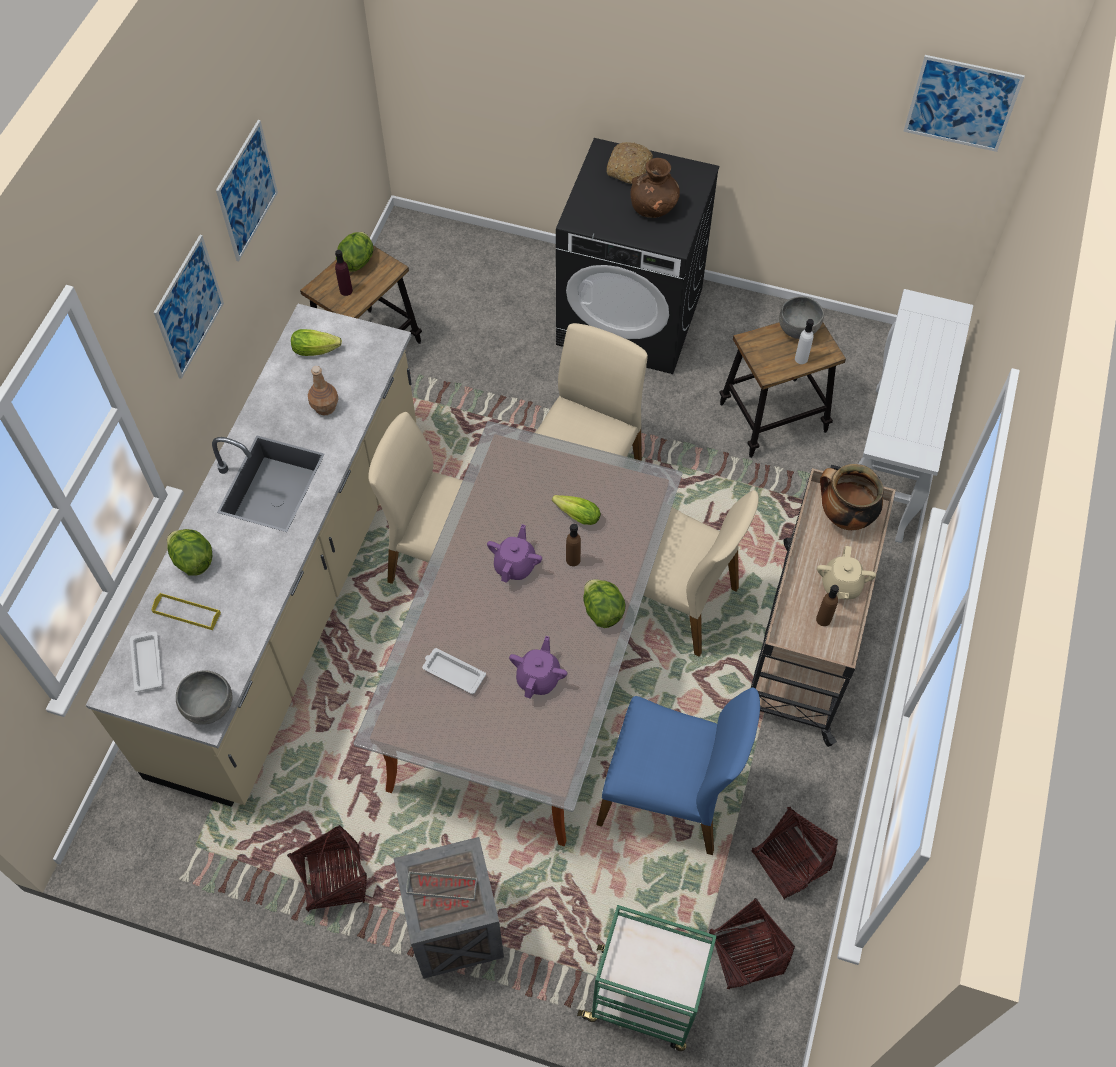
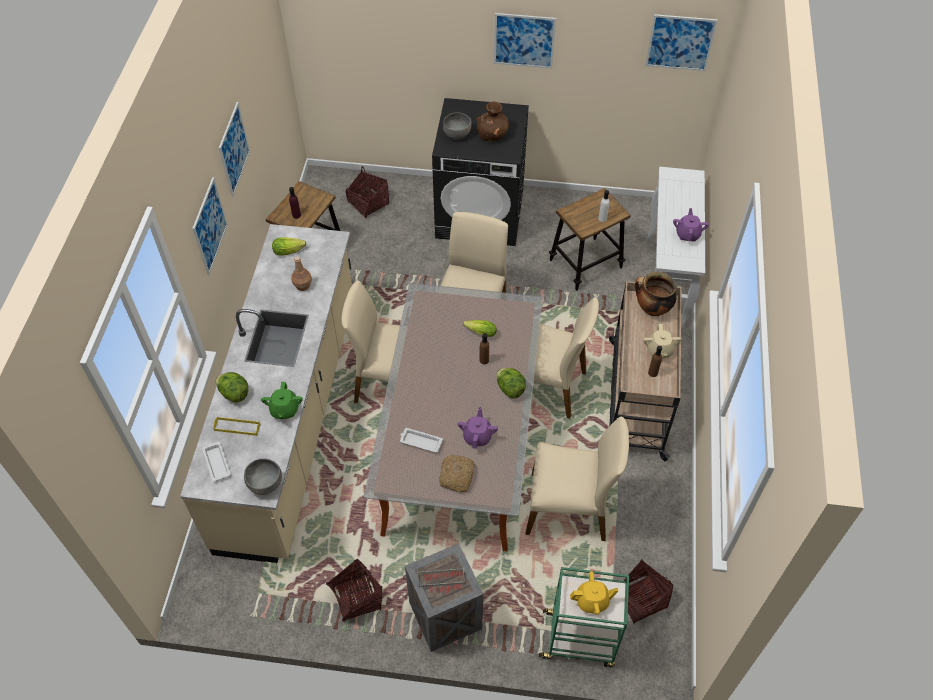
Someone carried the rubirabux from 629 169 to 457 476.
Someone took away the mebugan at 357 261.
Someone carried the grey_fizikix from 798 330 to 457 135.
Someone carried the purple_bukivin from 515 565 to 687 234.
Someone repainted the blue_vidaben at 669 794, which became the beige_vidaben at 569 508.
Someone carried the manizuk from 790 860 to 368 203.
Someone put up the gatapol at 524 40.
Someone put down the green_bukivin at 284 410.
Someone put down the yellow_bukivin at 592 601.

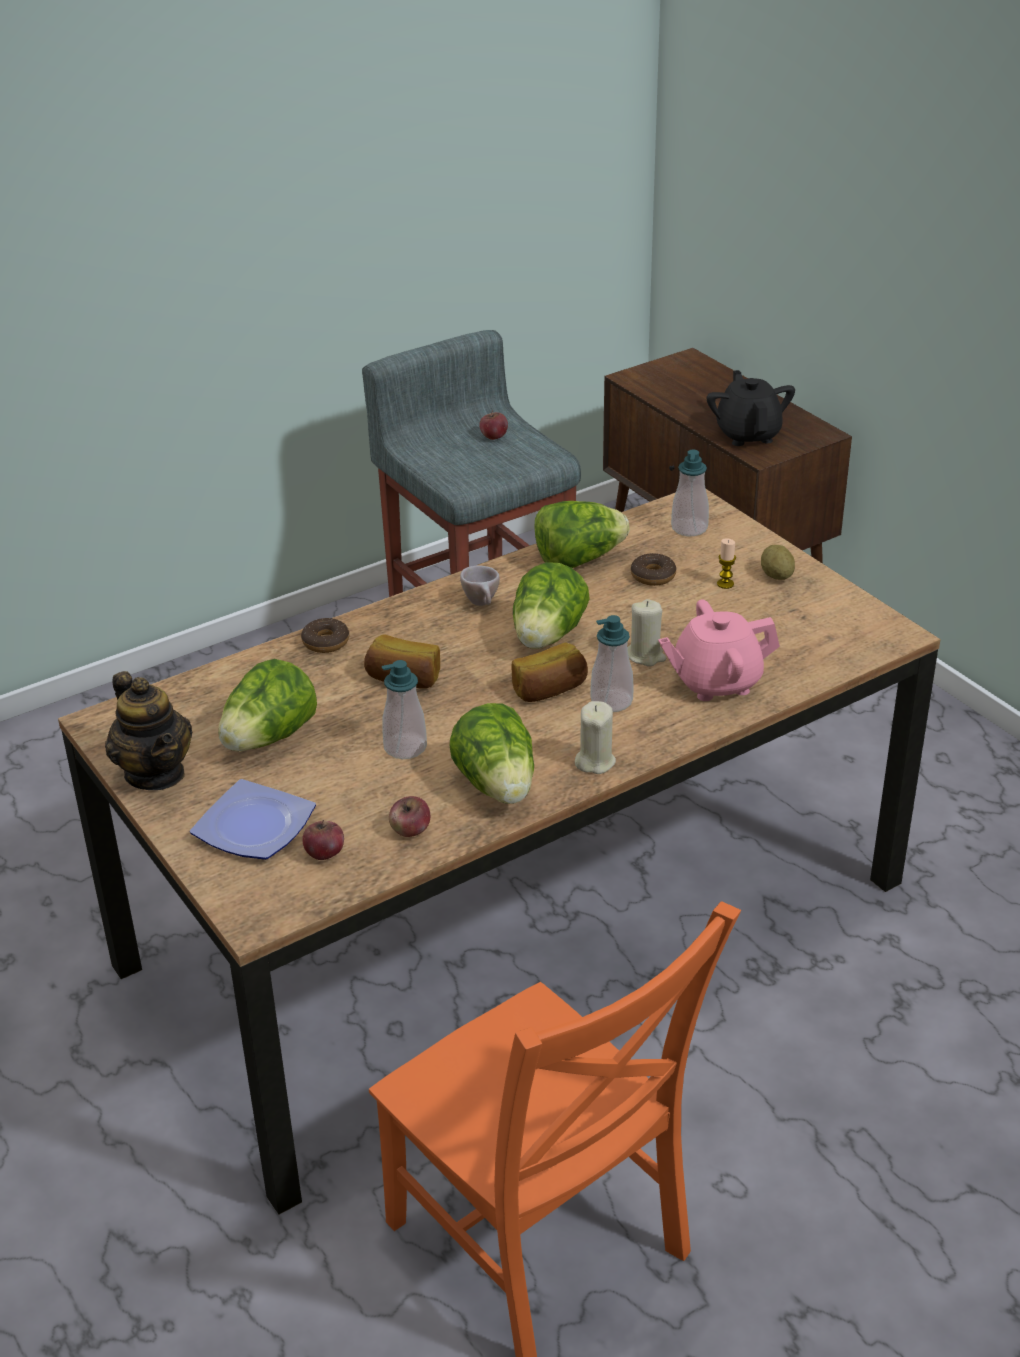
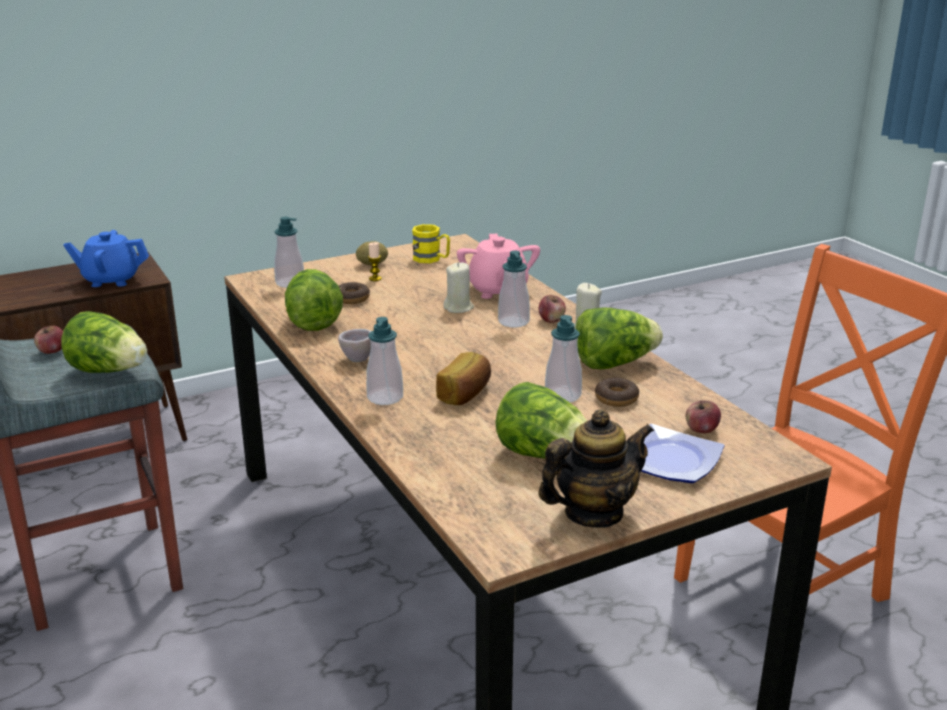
Someone repainted the black_bukivin at 748 434, which became the blue_bukivin at 111 280.
Someone carried the mebugan from 547 637 to 109 371.
Someone carried the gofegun from 326 642 to 616 398.
Someone took away the rubirabux at 550 690.
Someone carried the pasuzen from 410 831 to 551 320.
Someone put down the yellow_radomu at 432 259.
Someone put down the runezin at 385 397.

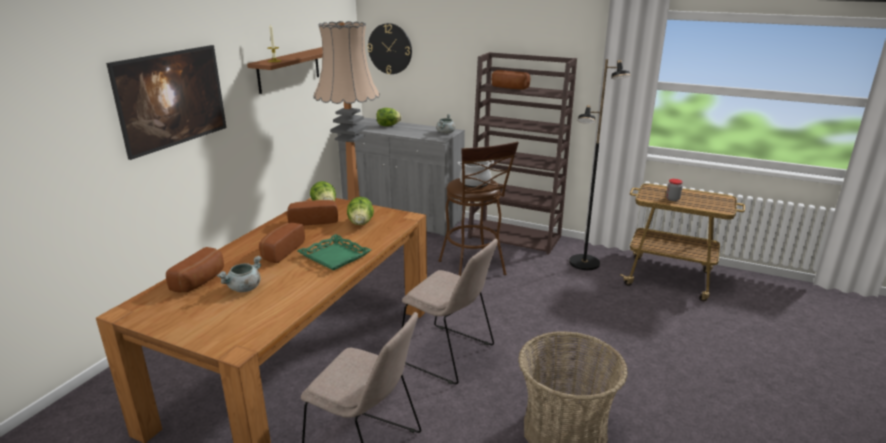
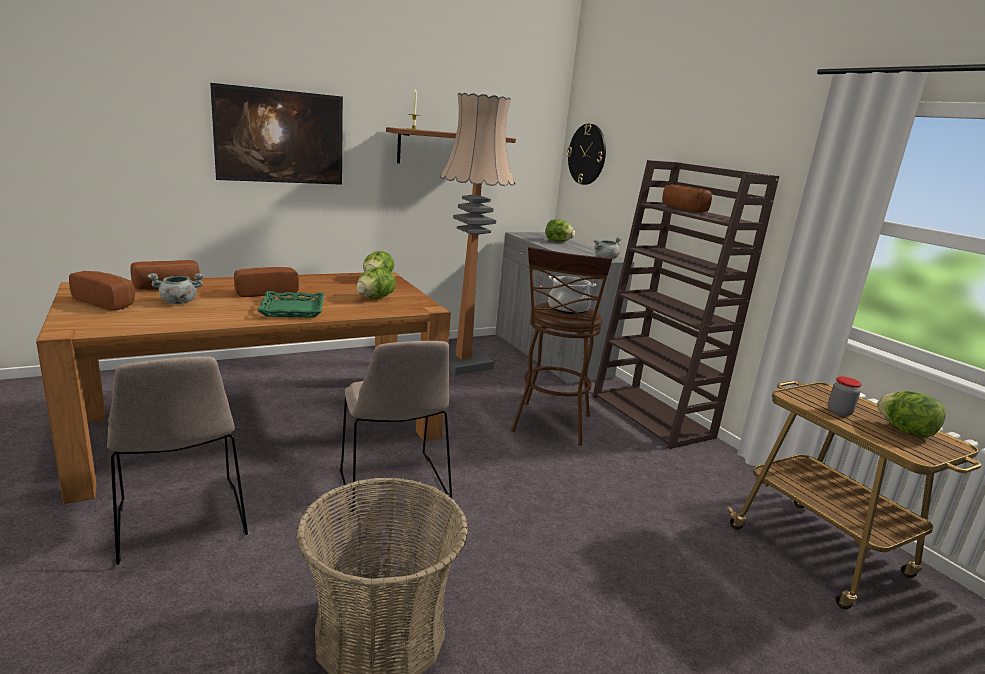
Someone took away the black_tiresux at 584 263.
Someone carried the rubirabux from 313 220 to 108 302.
Someone put down the mebugan at 905 431.

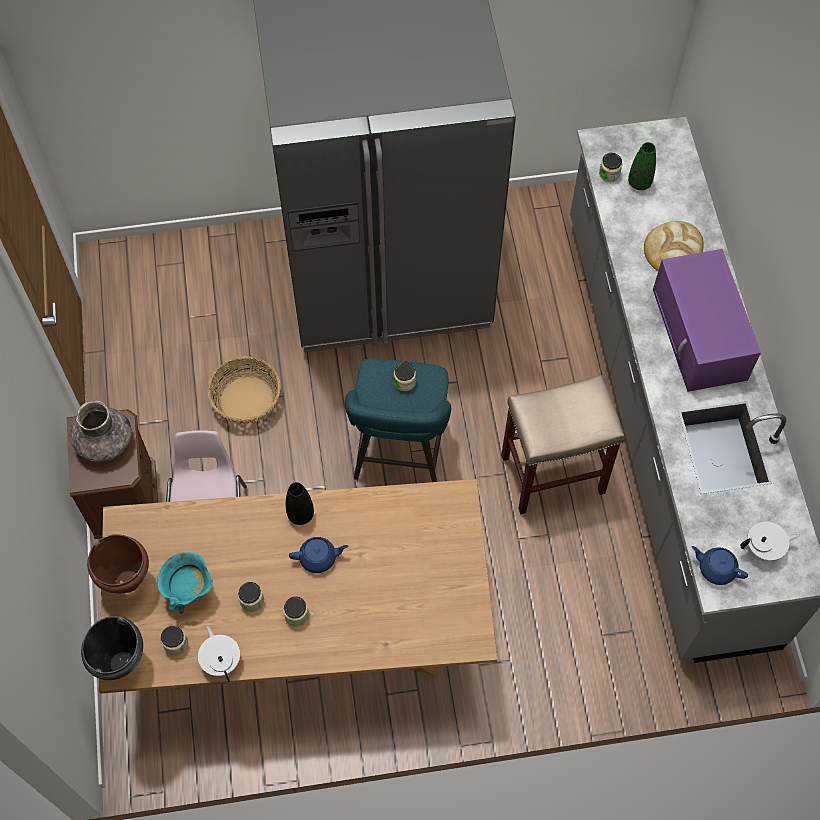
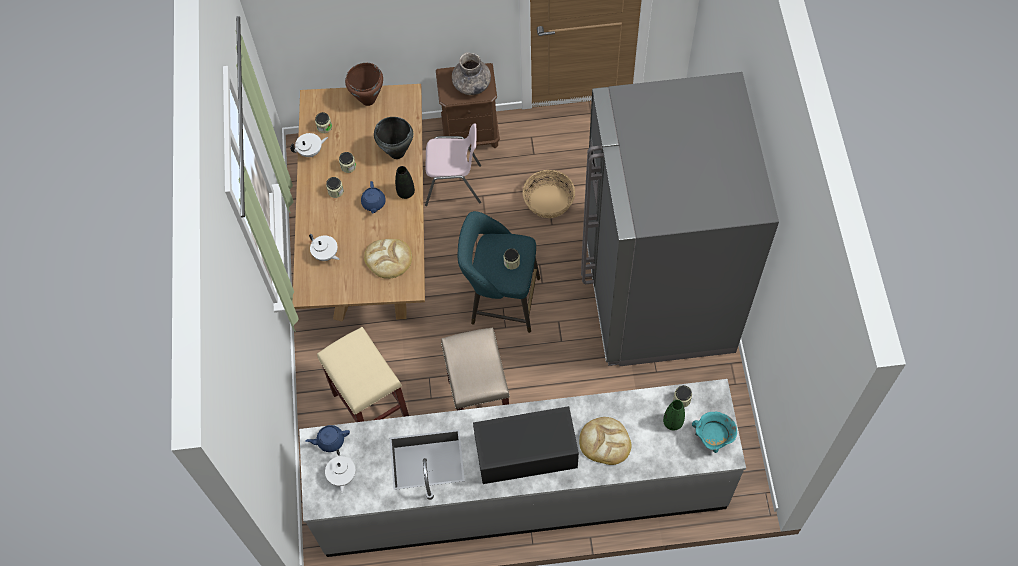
Someone repainted the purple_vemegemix at 700 335, which became the black_vemegemix at 524 453.
Someone rotated the blue_bukivin at 716 568 by 135 degrees counterclockwise.
Someone carried the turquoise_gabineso from 189 591 to 712 439.
Someone carried the black_gabineso from 123 663 to 397 153.
Someone put down the white_bukivin at 326 254.
Someone put down the rubirabux at 388 259.
Someone put down the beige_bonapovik at 370 406.

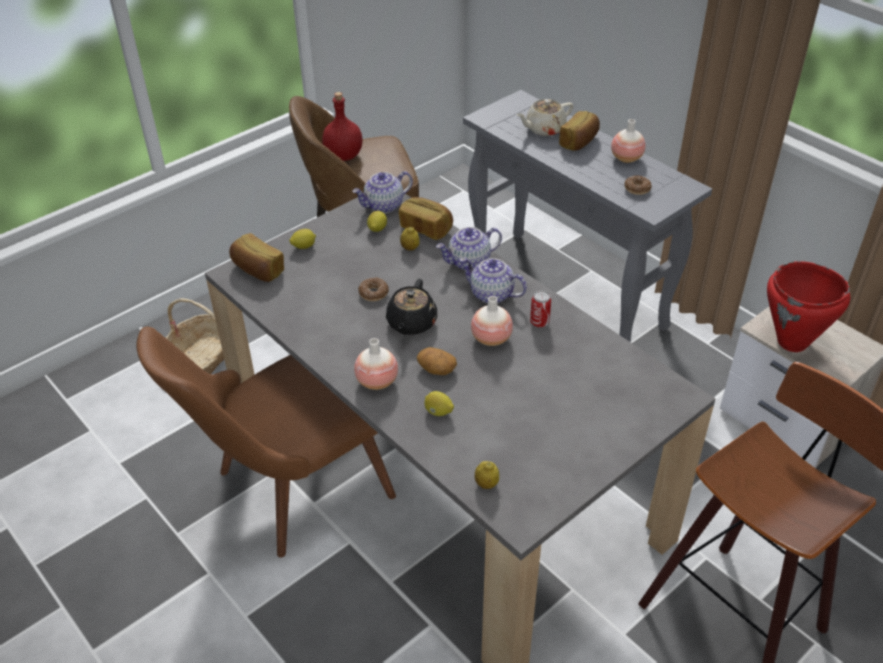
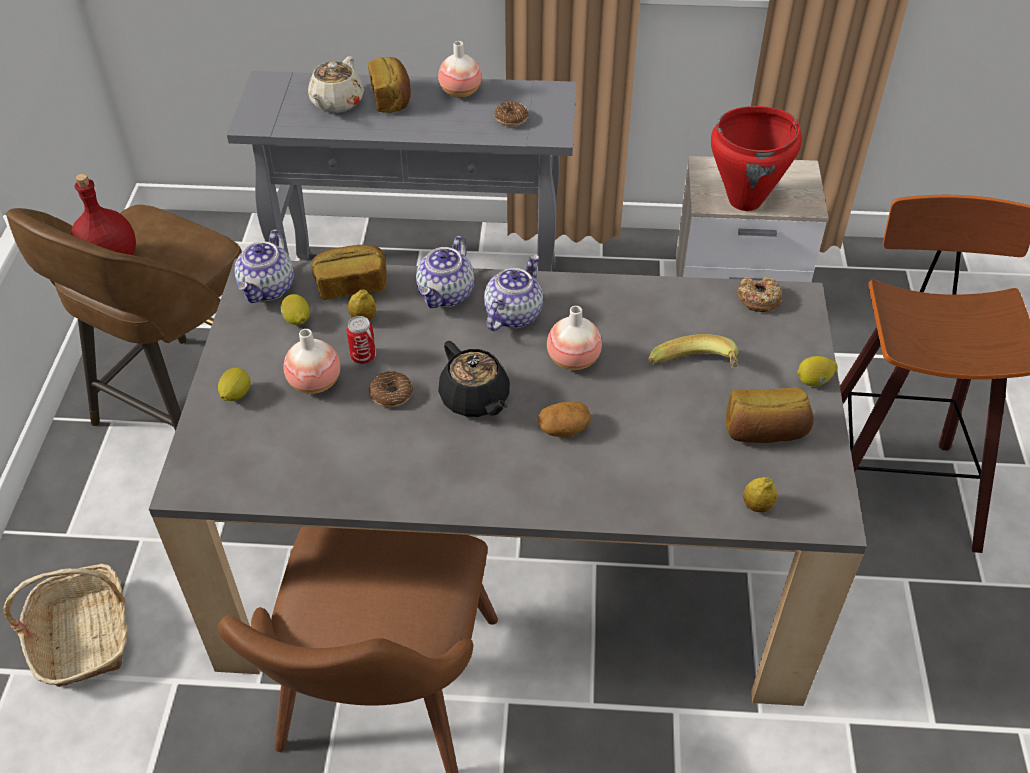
Someone carried the rubirabux from 257 270 to 765 431.
Someone rotated the bukivin at 491 294 by 135 degrees clockwise.
Someone carried the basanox from 539 322 to 363 357.
Someone carried the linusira from 377 381 to 315 383.
Someone carried the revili from 438 412 to 813 381.
Someone put down the gofegun at 758 299.
Someone put down the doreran at 695 373.

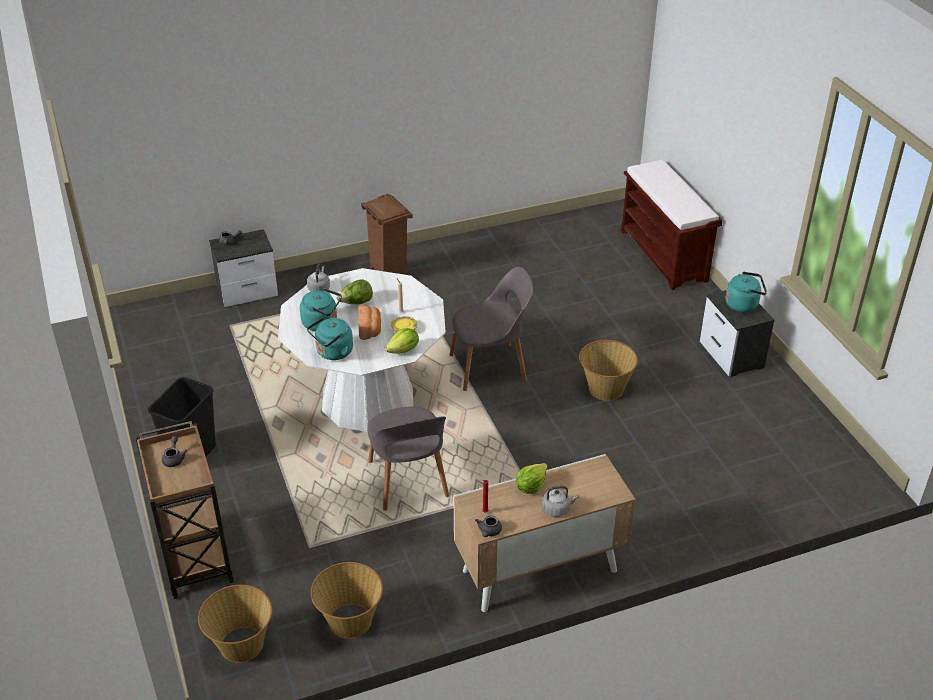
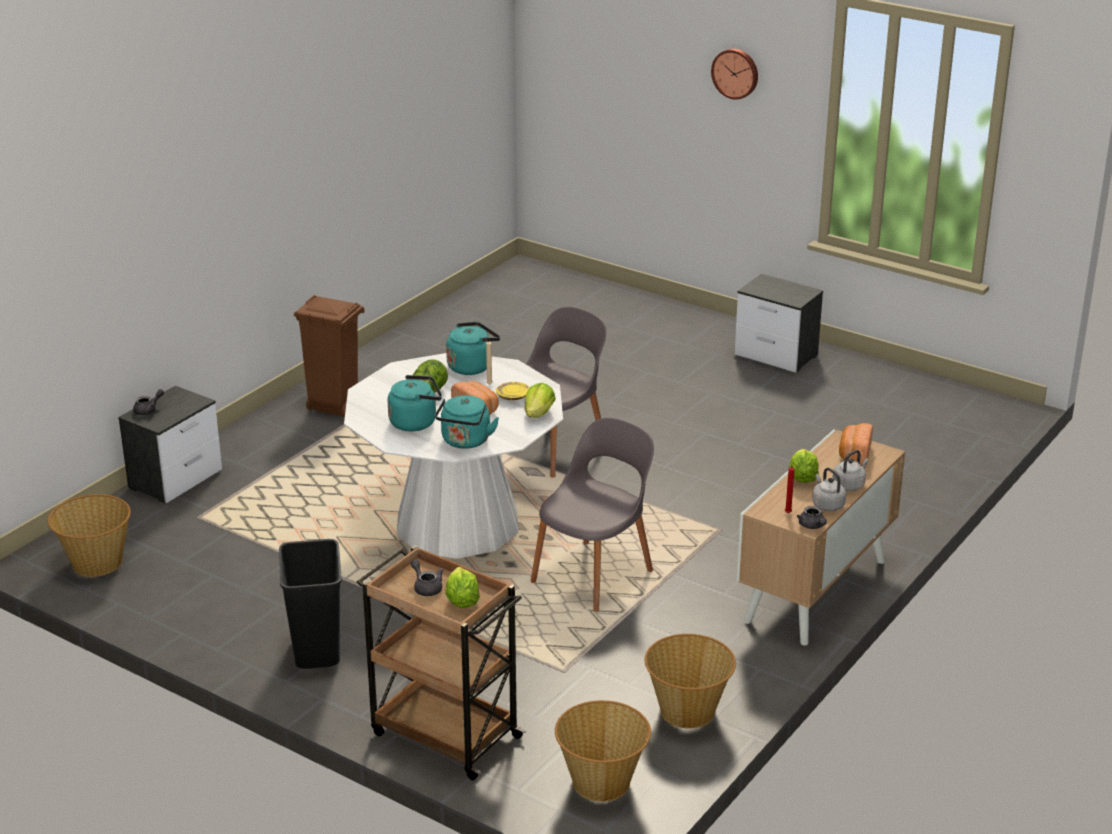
Someone took away the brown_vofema at 664 255.
Someone carried the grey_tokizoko from 319 288 to 827 504.
Someone carried the turquoise_tokizoko from 743 304 to 472 366.
Someone carried the manizuk from 605 389 to 96 563.
Someone rotated the grey_vidaben at 408 481 by 90 degrees counterclockwise.
Someone put up the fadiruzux at 736 73.
Someone put down the rubirabux at 854 454.
Someone put down the mebugan at 462 601.

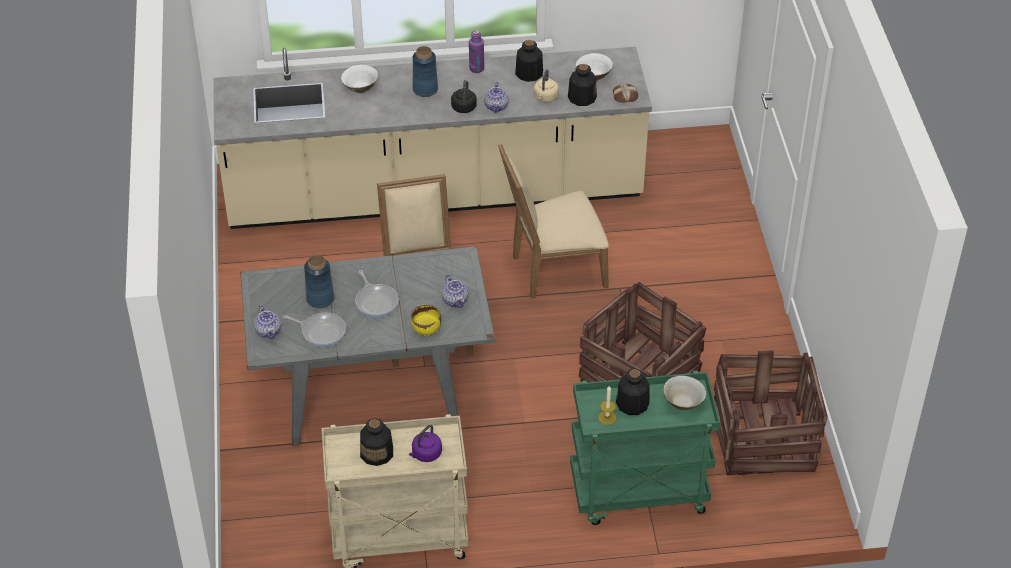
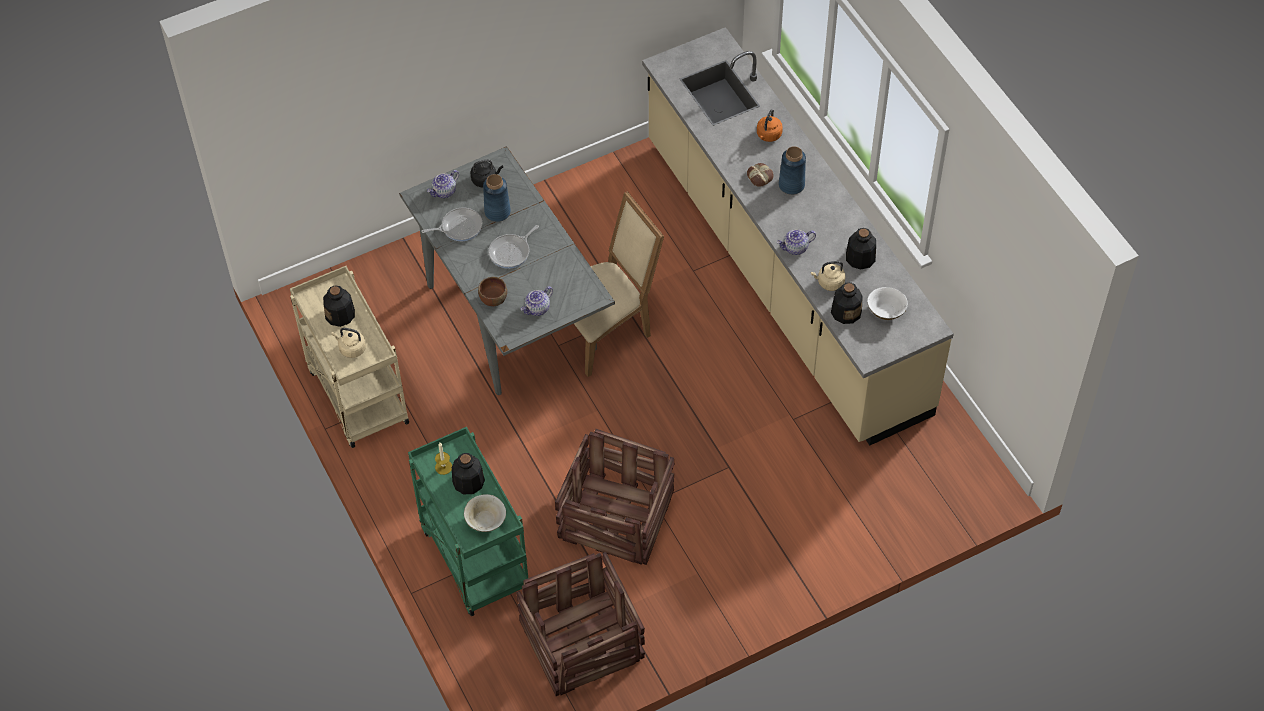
Someone took away the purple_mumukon at 476 68.
Someone swapped the white_fizikix at 360 87 for the orange_tokizoko at 768 135.
Someone carried the black_tokizoko from 464 106 to 485 179.
Someone carried the rubirabux from 625 96 to 760 177.
Someone took away the beige_vidaben at 553 270.
Someone repainted the yellow_fizikix at 426 329, which became the brown_fizikix at 493 299.
Someone rotated the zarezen at 321 331 by 105 degrees counterclockwise.
Someone repainted the purple_tokizoko at 425 454, which became the beige_tokizoko at 351 348.

